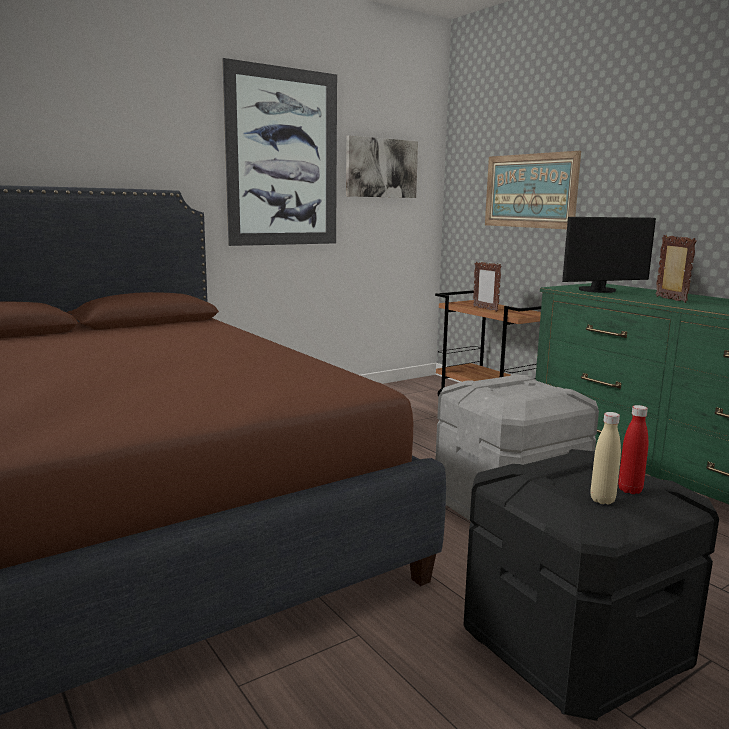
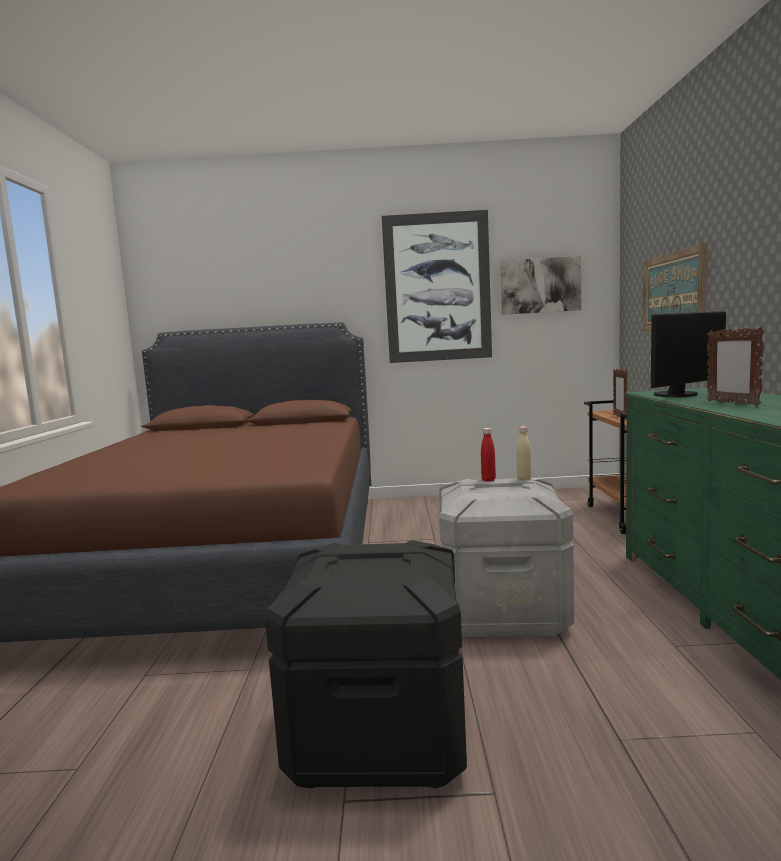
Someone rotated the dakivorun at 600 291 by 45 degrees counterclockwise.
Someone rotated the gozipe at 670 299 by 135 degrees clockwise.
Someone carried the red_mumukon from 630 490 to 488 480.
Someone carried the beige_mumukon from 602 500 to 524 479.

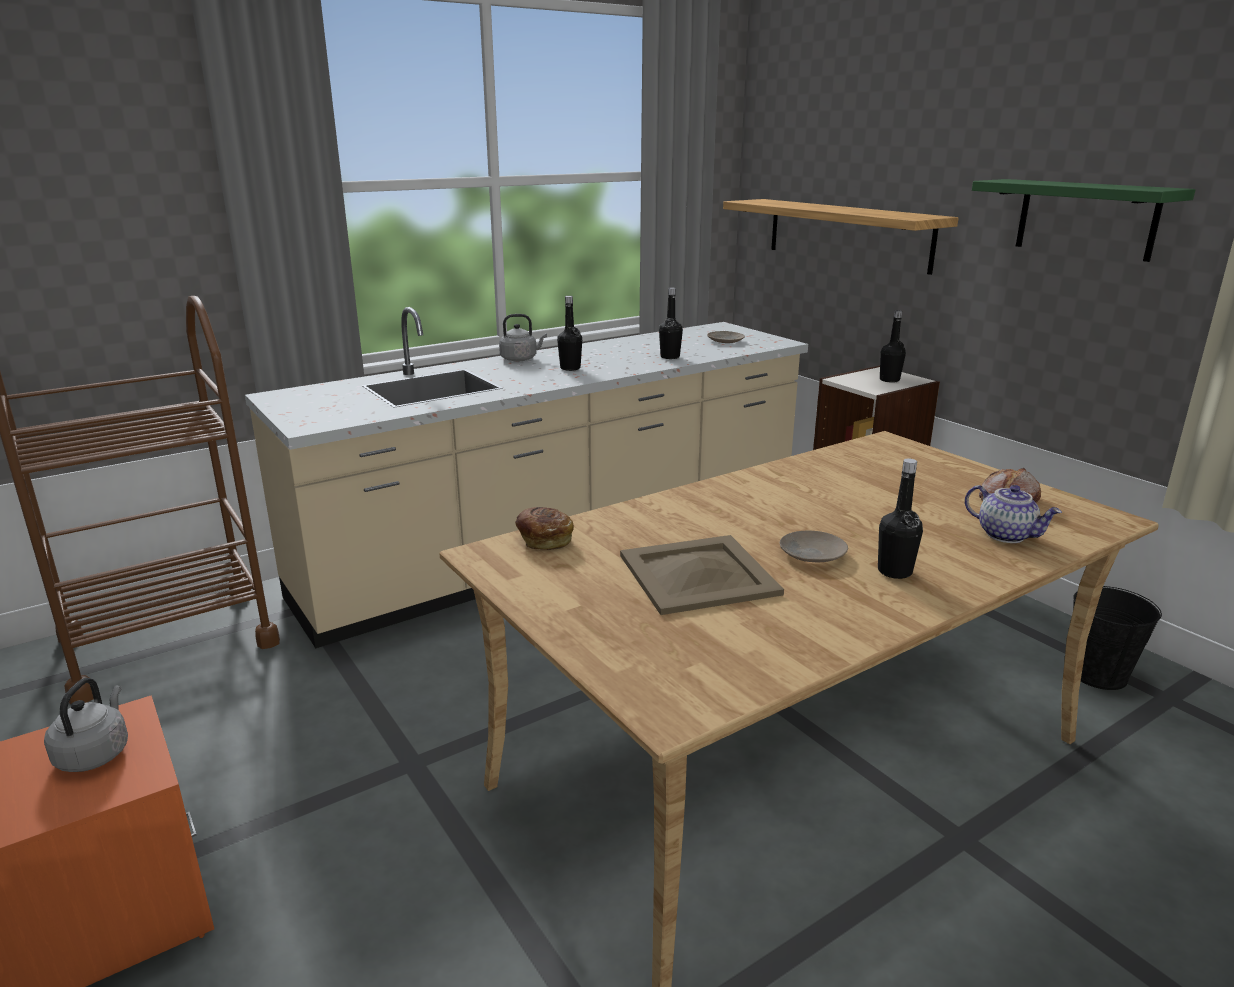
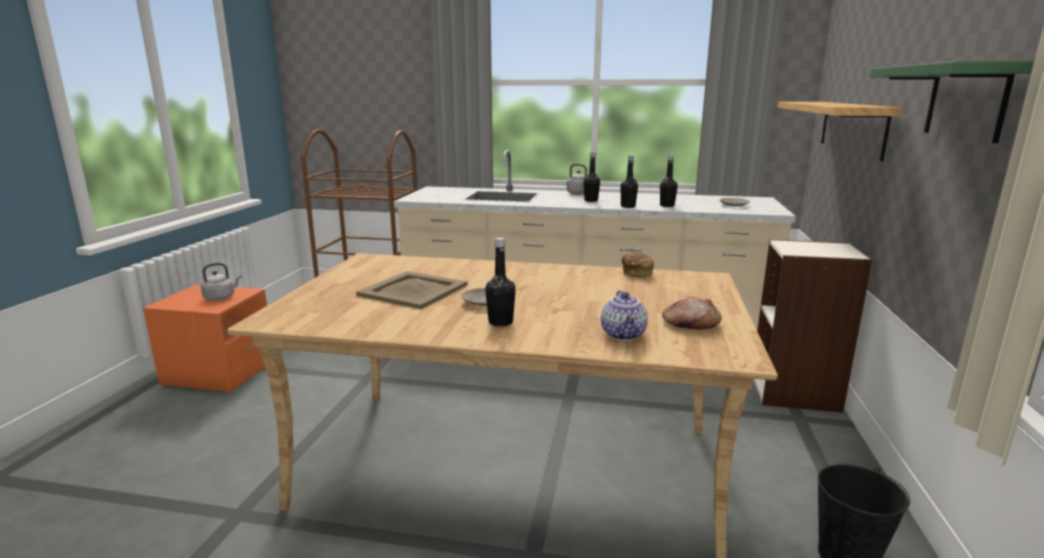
Someone carried the black_mumukon from 889 380 to 628 206.
Someone carried the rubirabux from 544 540 to 636 273.

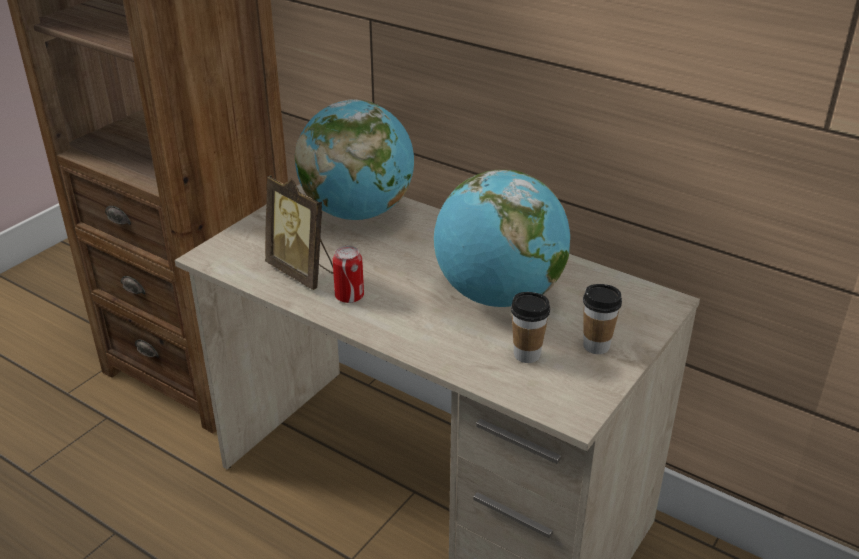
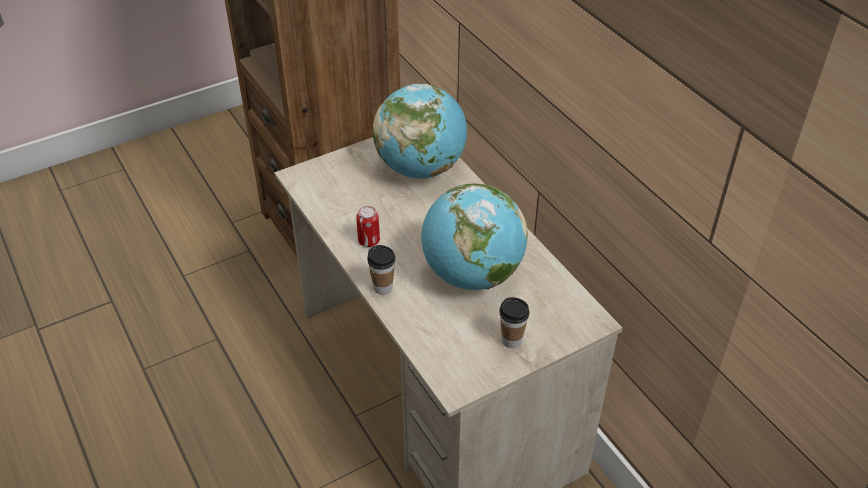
Someone took away the gozipe at 303 272.
Someone carried the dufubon from 527 354 to 383 287.

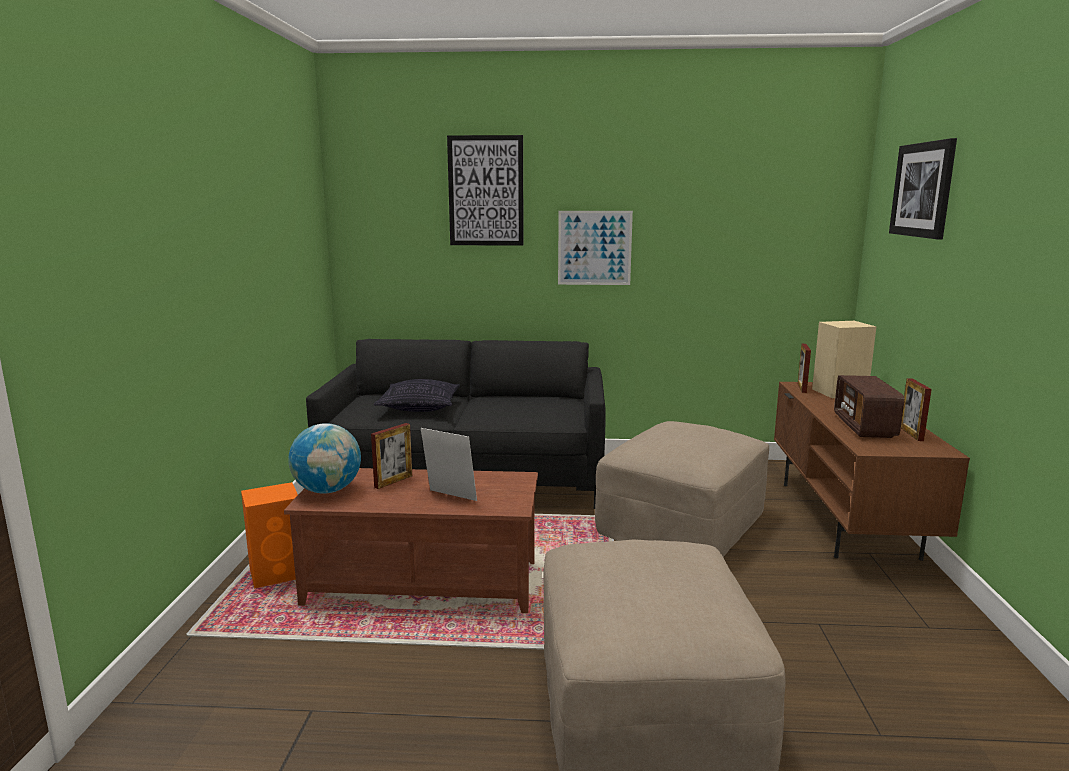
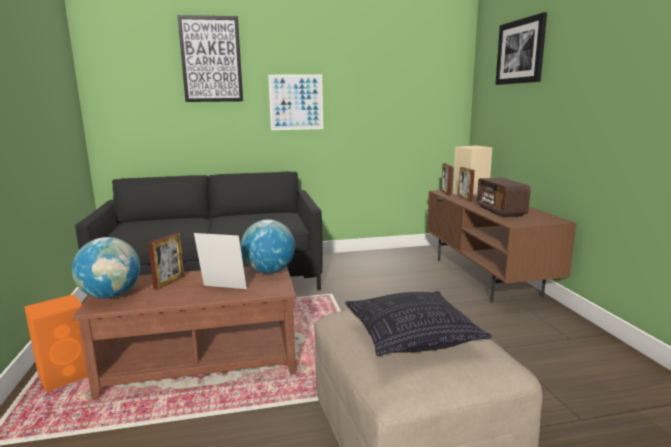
Someone carried the gozipe from 911 434 to 465 199.
Someone carried the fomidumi from 420 407 to 412 337.
Someone took away the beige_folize at 682 520.
Someone put down the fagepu at 269 271.

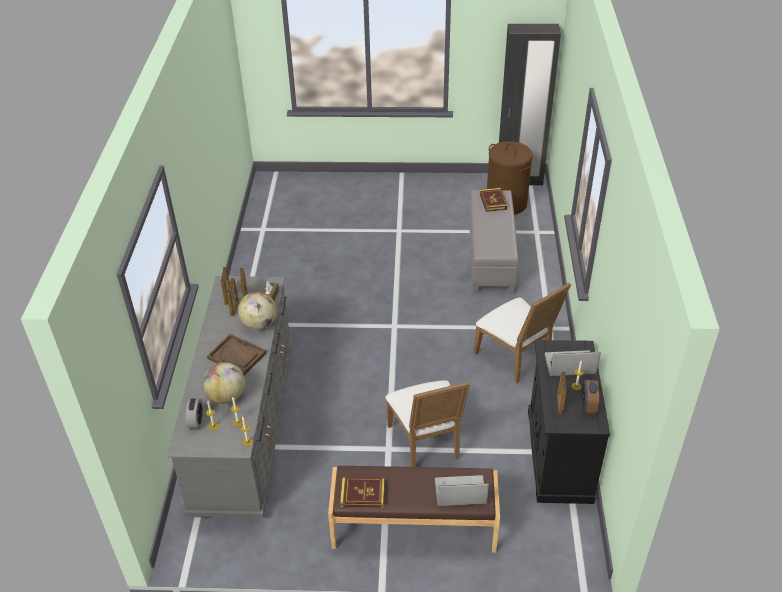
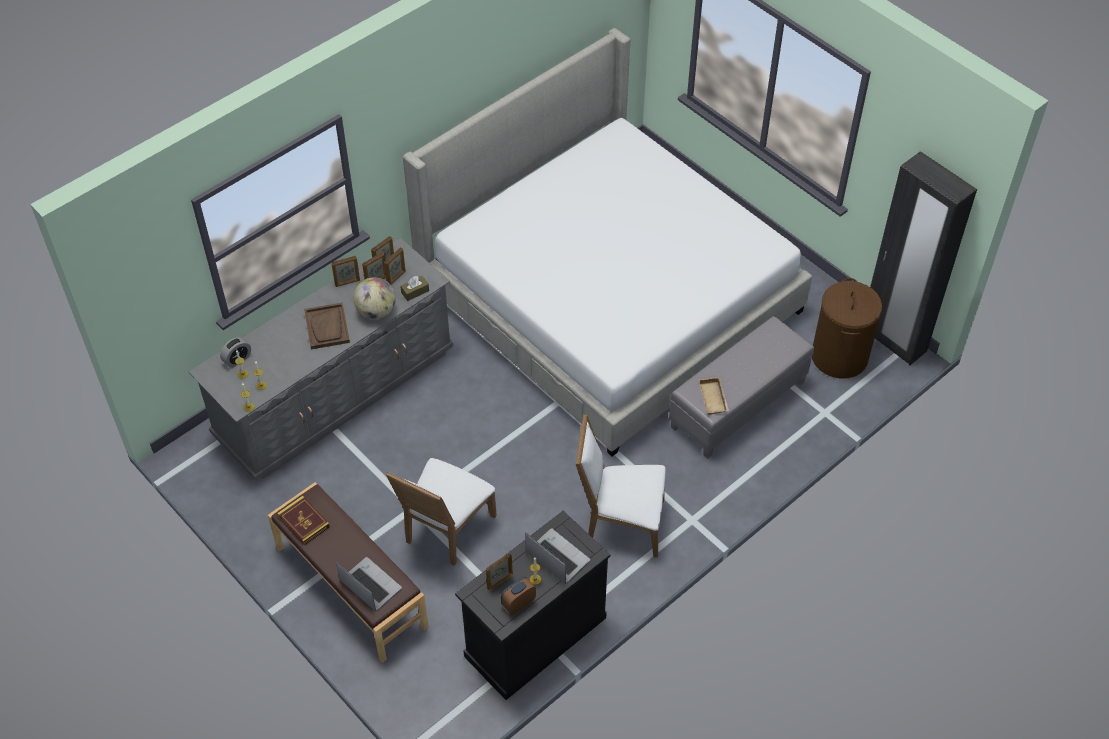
Someone took away the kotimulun at 493 201.
Someone rotated the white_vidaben at 516 359 by 90 degrees clockwise.
Someone took away the fagepu at 227 396.
Someone put down the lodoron at 609 298.
Someone put down the gozipe at 347 282.
Someone put down the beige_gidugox at 714 398.

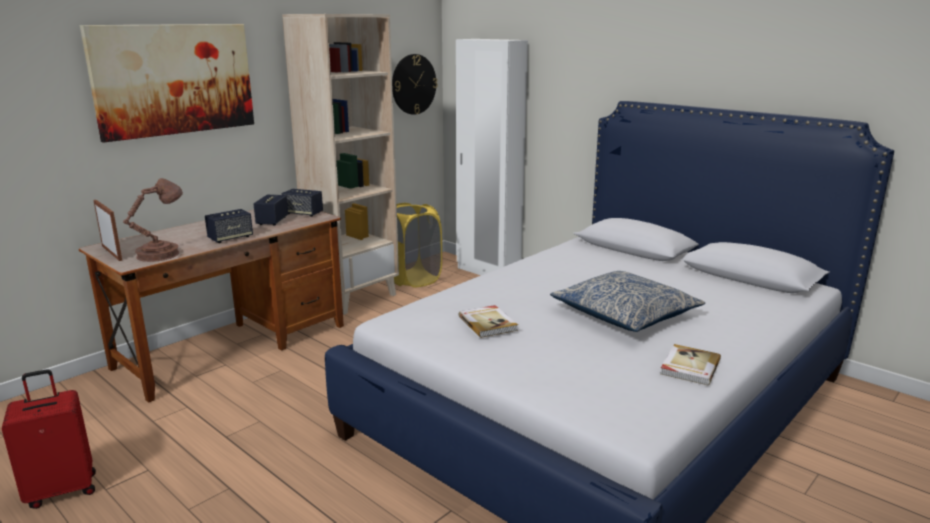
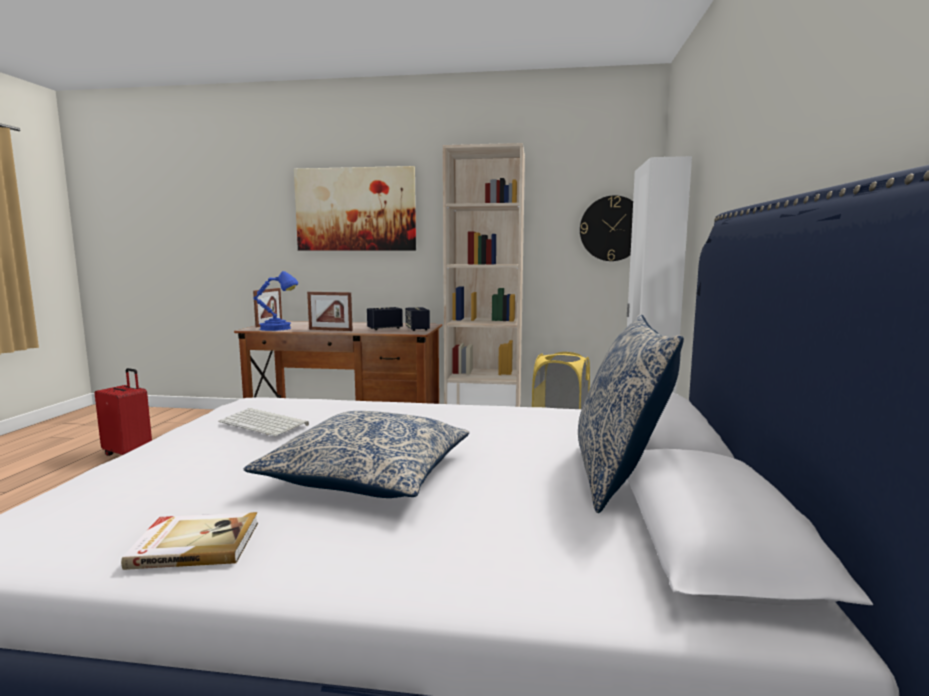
Someone repainted the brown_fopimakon at 161 254, which became the blue_fopimakon at 278 328.
Someone swapped the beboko at 230 238 for the gozipe at 330 330.
Someone swapped the kotimulun at 488 323 for the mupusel at 265 423.
Someone put down the fomidumi at 618 476.

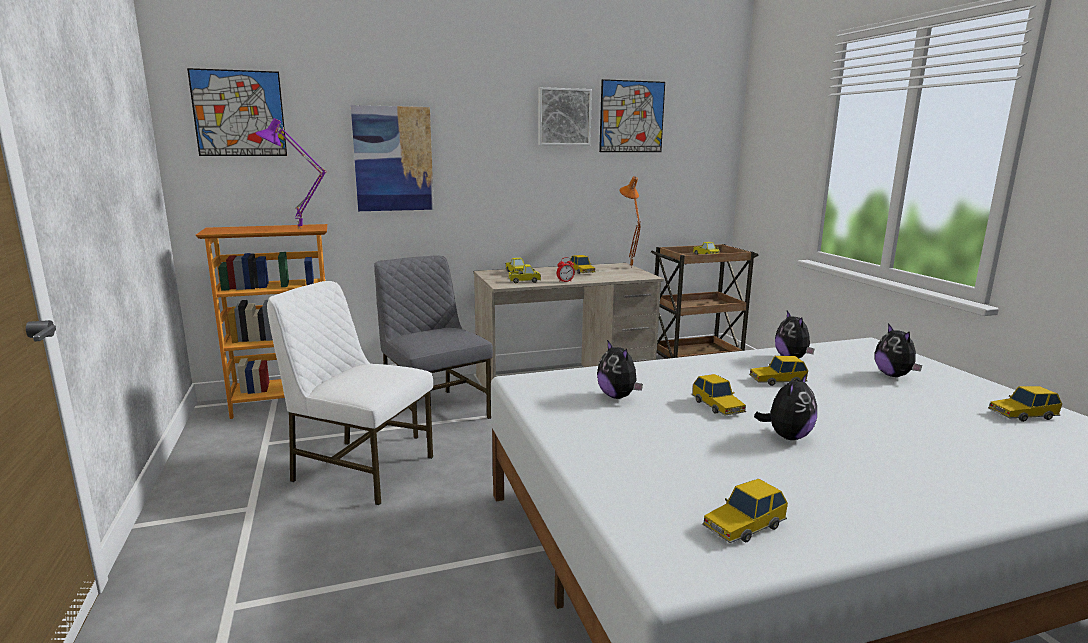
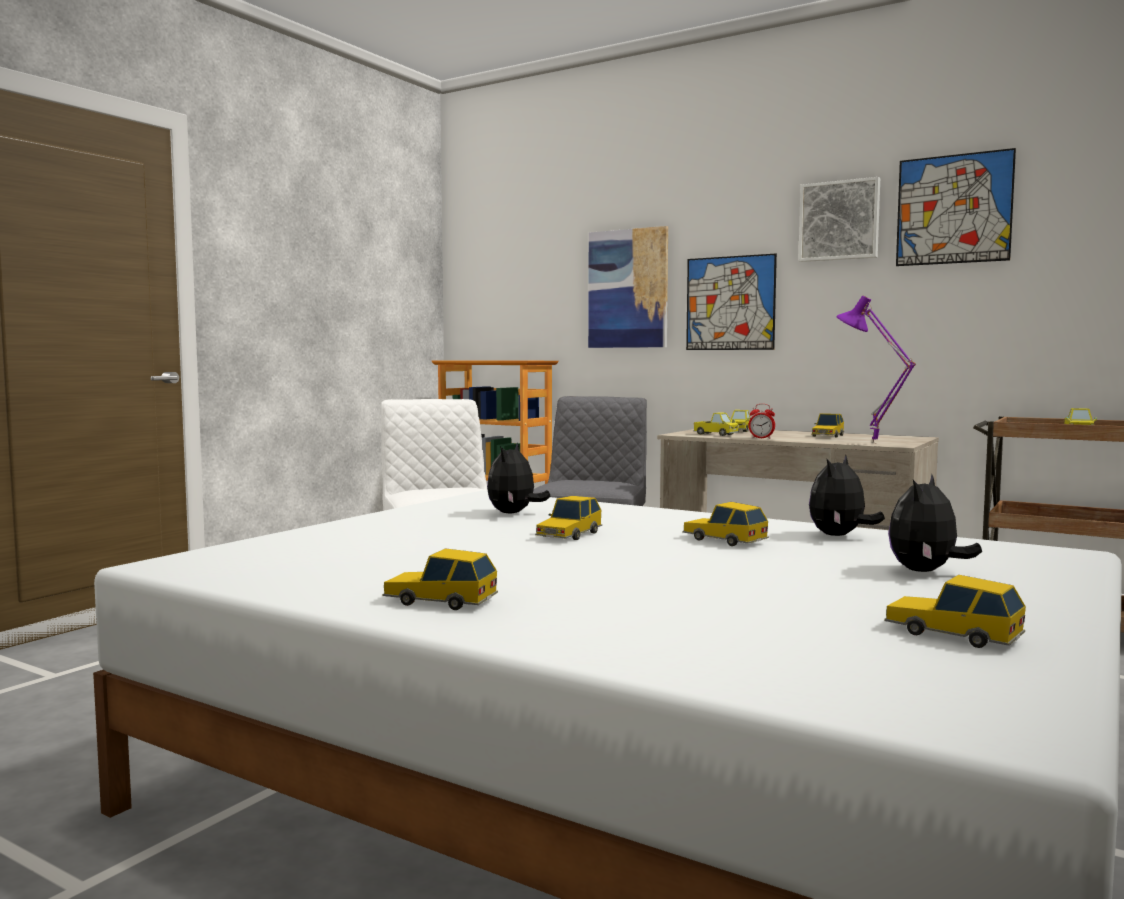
Someone carried the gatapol from 239 113 to 730 303.
Someone carried the purple_fopimakon from 298 229 to 871 443.
Someone took away the orange_fopimakon at 629 267.
Someone took away the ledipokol at 787 436.
Someone carried the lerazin from 744 526 to 440 601.

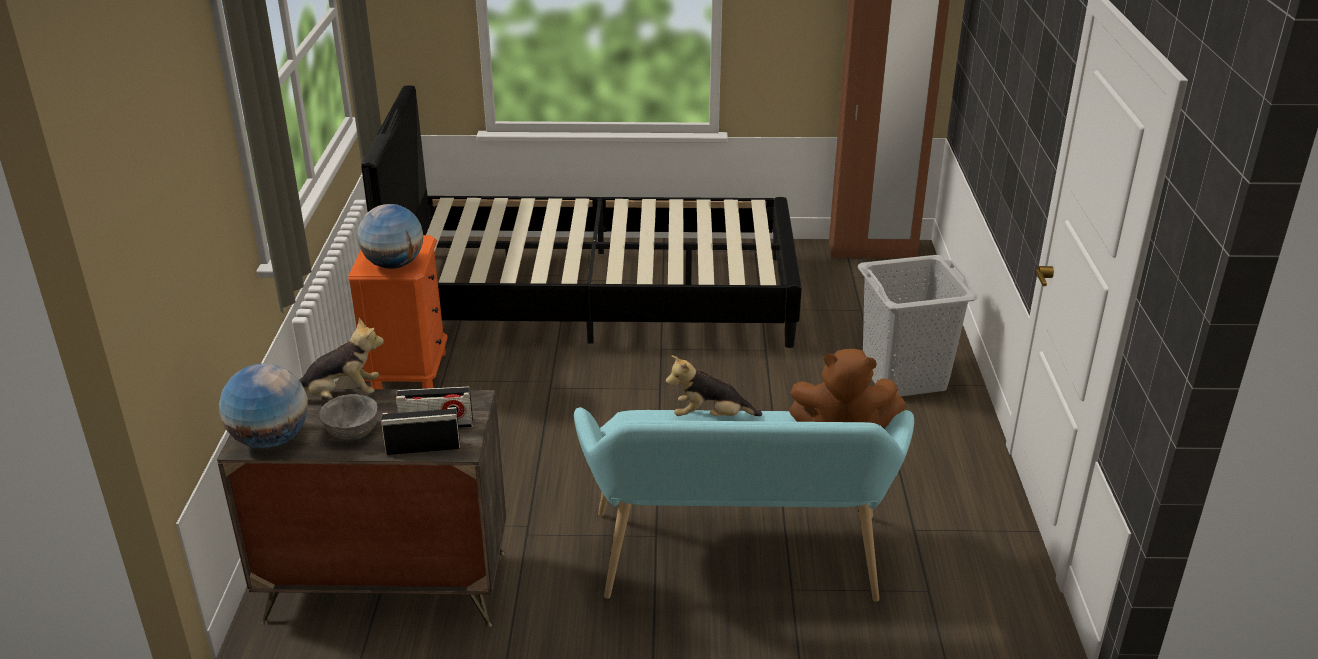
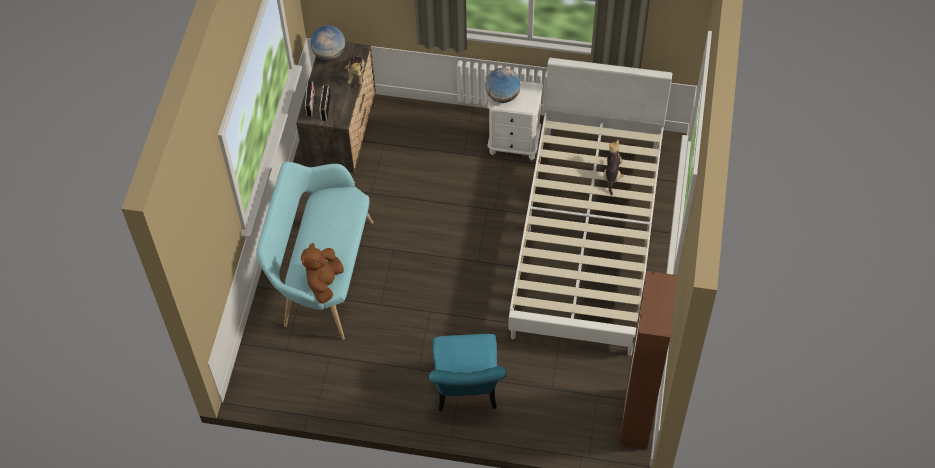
Someone repainted the black_lodoron at 596 298, which became the white_lodoron at 587 239.
Someone repainted the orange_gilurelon at 409 373, which became the white_gilurelon at 514 144.
Someone swapped the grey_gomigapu at 905 377 for the turquoise_vidaben at 466 392.
Someone carried the ledipokol from 710 417 to 612 175.
Someone took away the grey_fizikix at 352 431.

